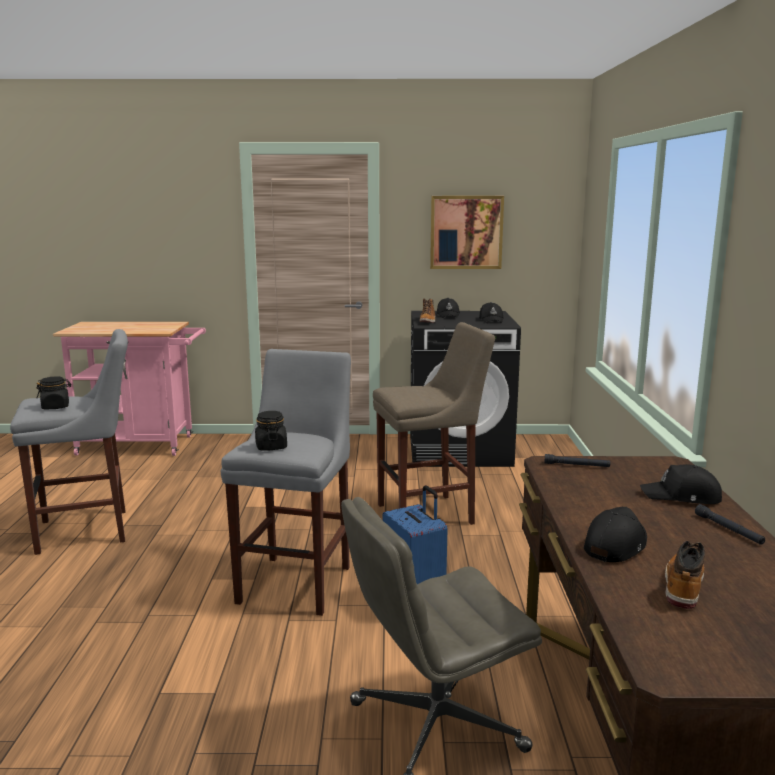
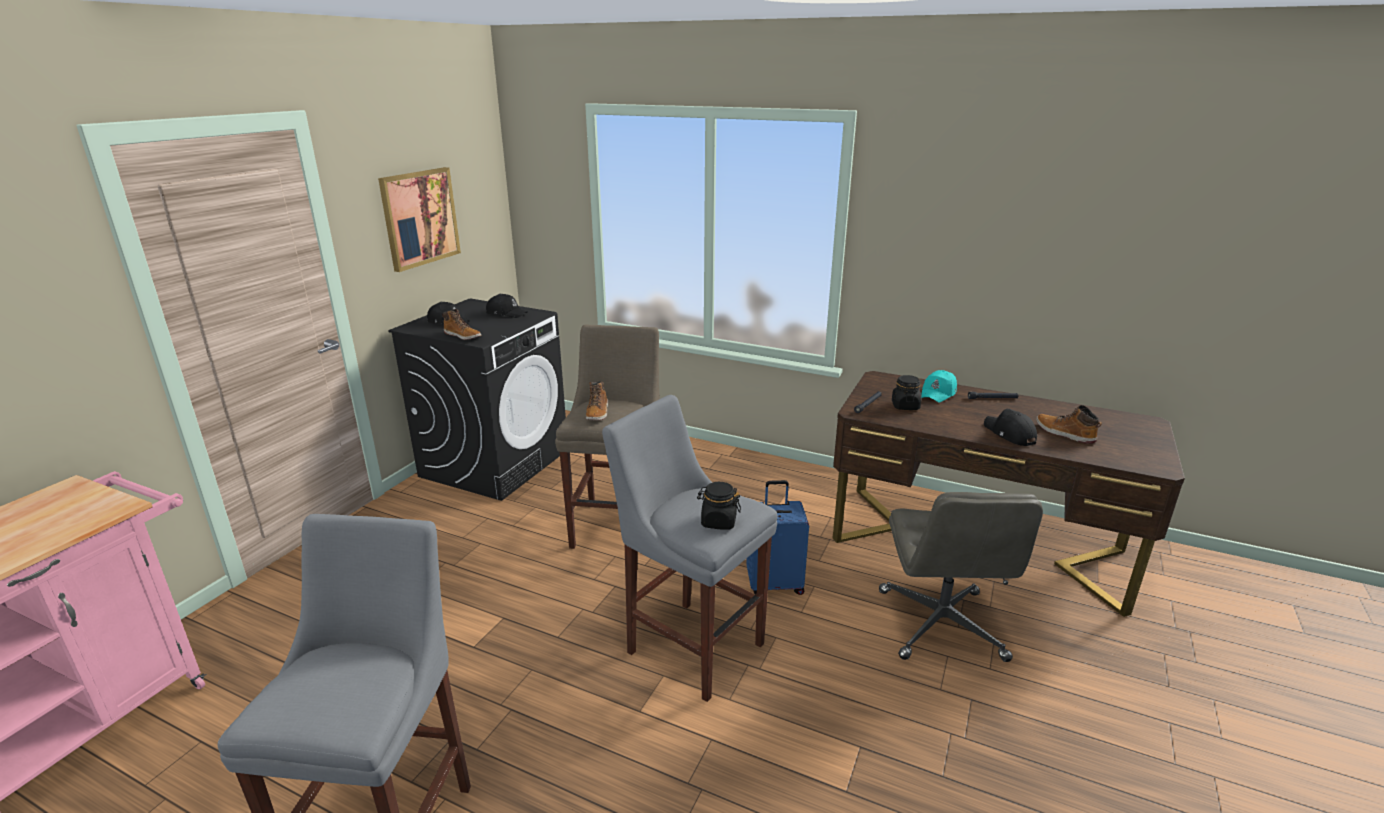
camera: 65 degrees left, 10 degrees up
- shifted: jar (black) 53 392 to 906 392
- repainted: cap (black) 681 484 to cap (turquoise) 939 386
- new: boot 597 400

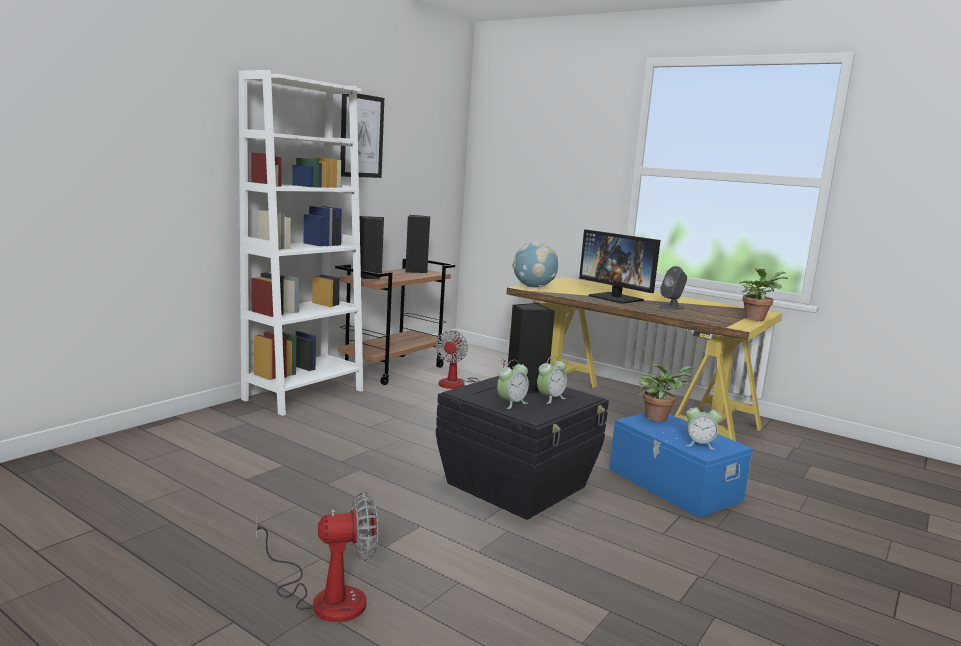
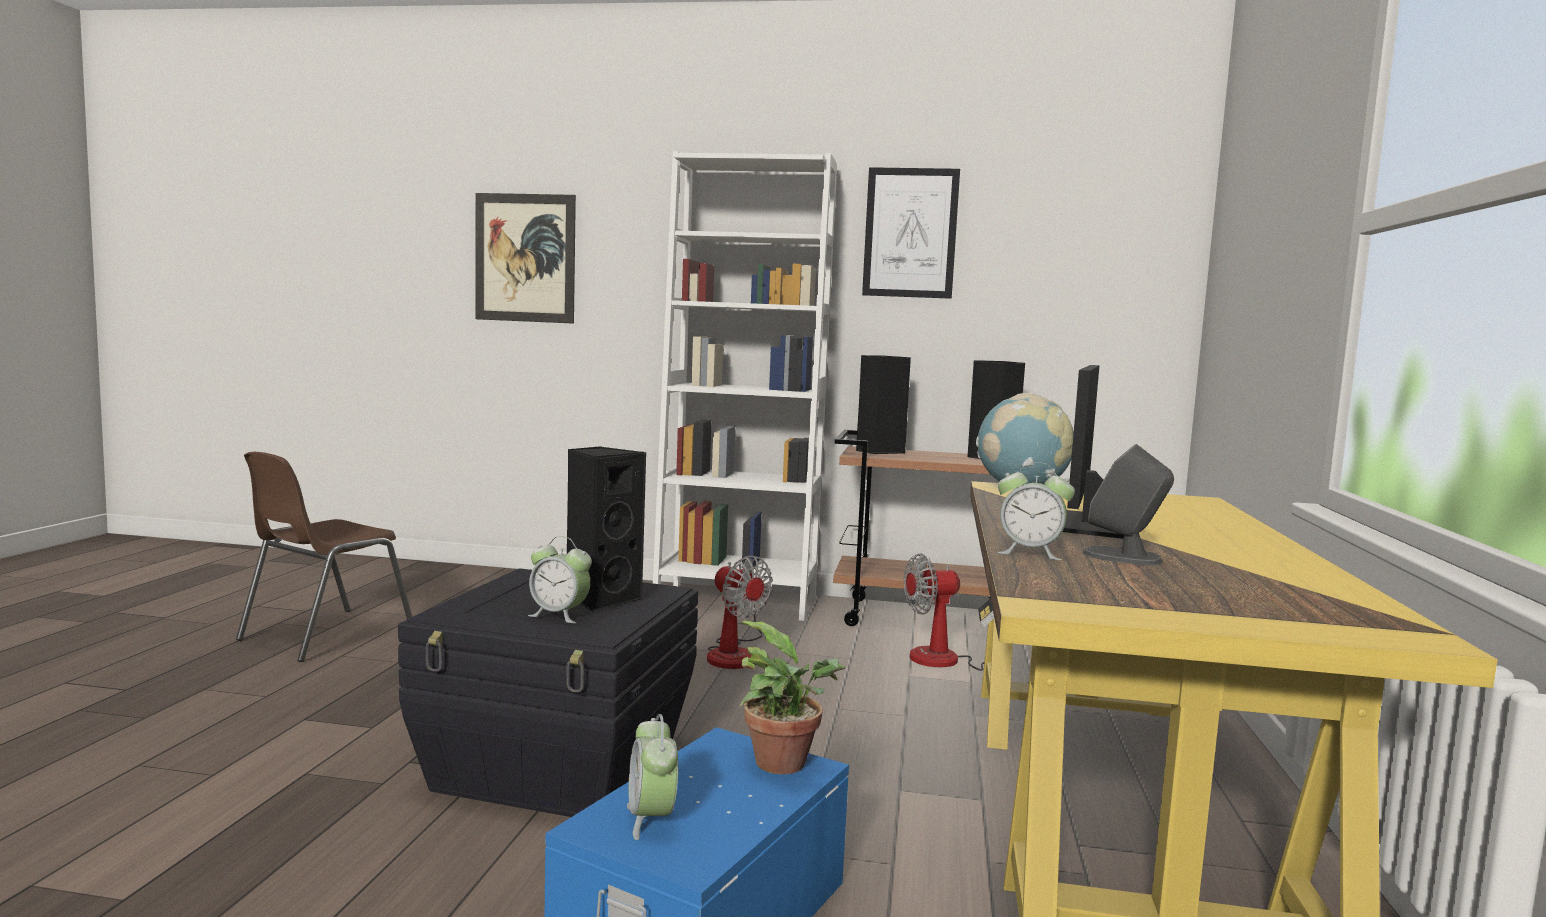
camera: 65 degrees right, 5 degrees down
- gone: potted plant 763 294
- shifted: alarm clock 513 384 to 1036 511
- shifted: fan 317 557 to 740 612
- new: picture 525 258
- new: chair (brown) 324 557

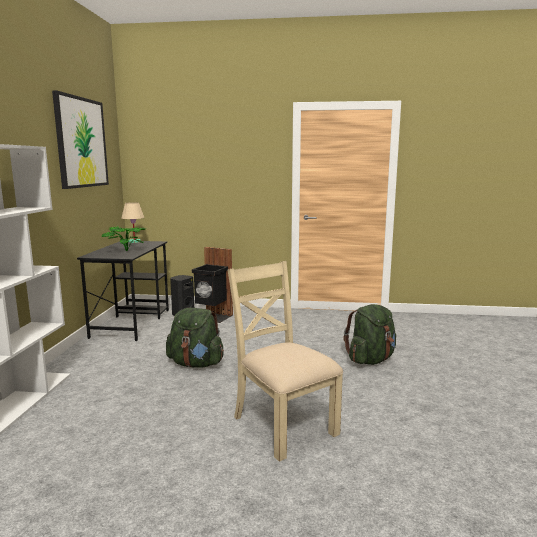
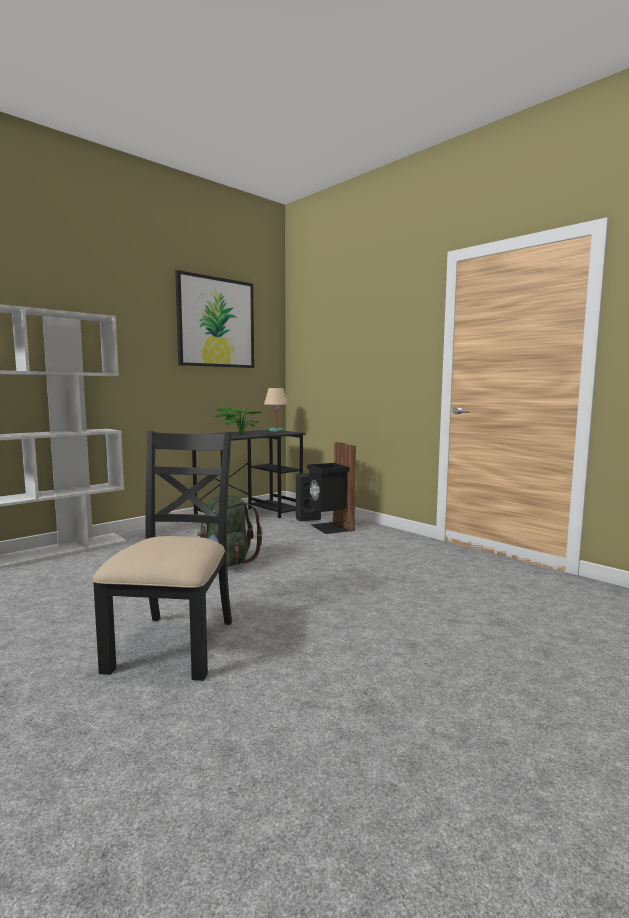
camera: 40 degrees right, 5 degrees down
- repainted: chair (beige) 285 361 to chair (black) 162 556
- gone: backpack (green) 370 334

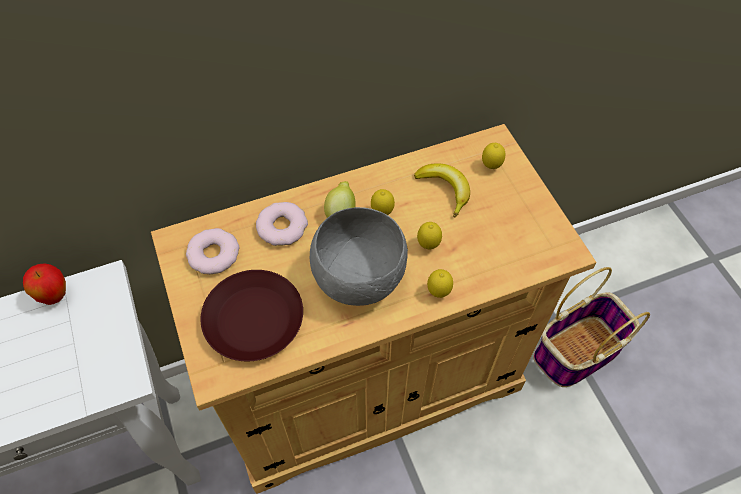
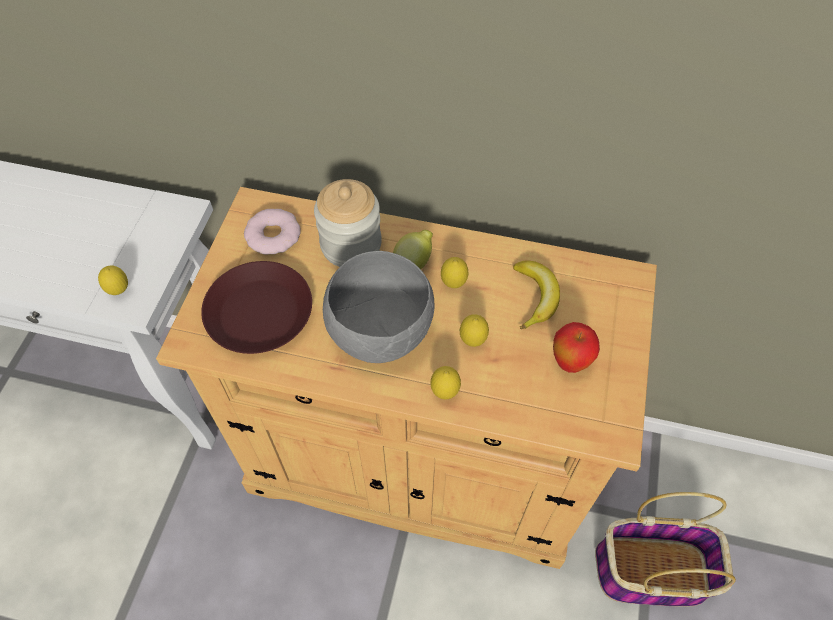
camera: 35 degrees right, 0 degrees up
- shifted: lemon 493 156 to 113 280
- swapped: donut 282 224 to jar 348 223
- shifted: apple 44 284 to 576 347

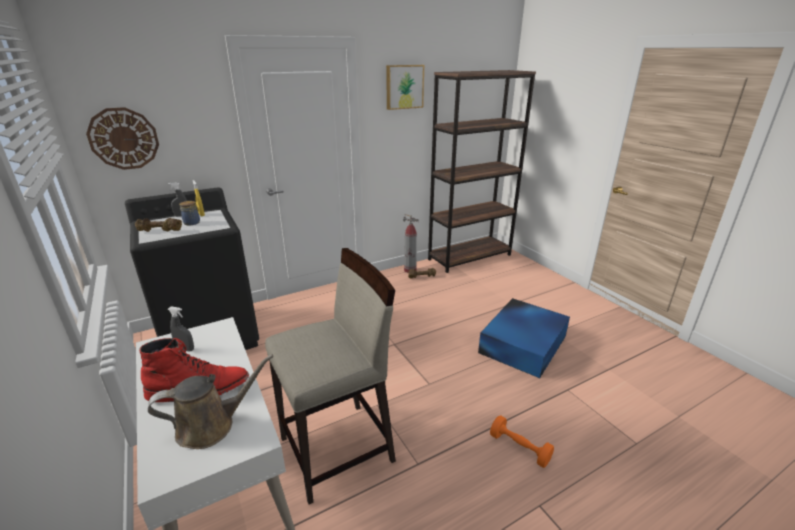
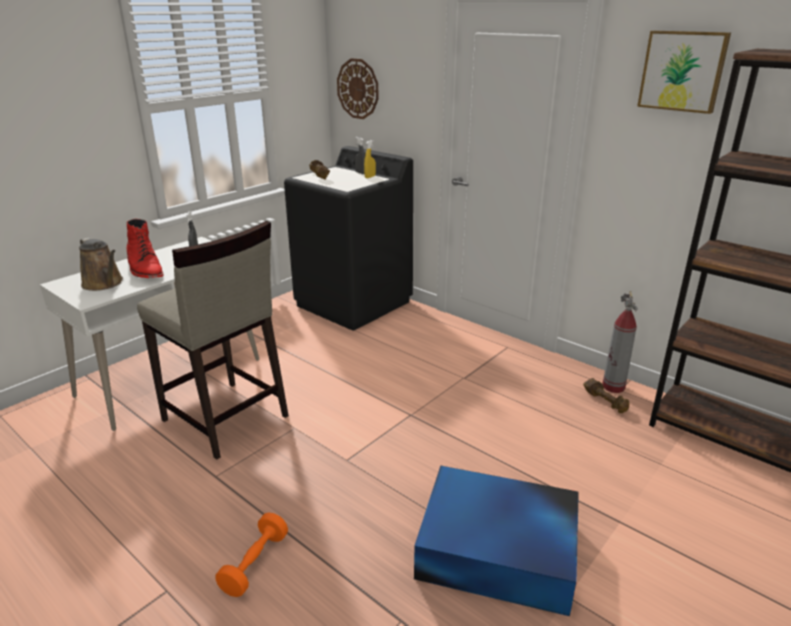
camera: 70 degrees right, 0 degrees up
- gone: jar 189 213

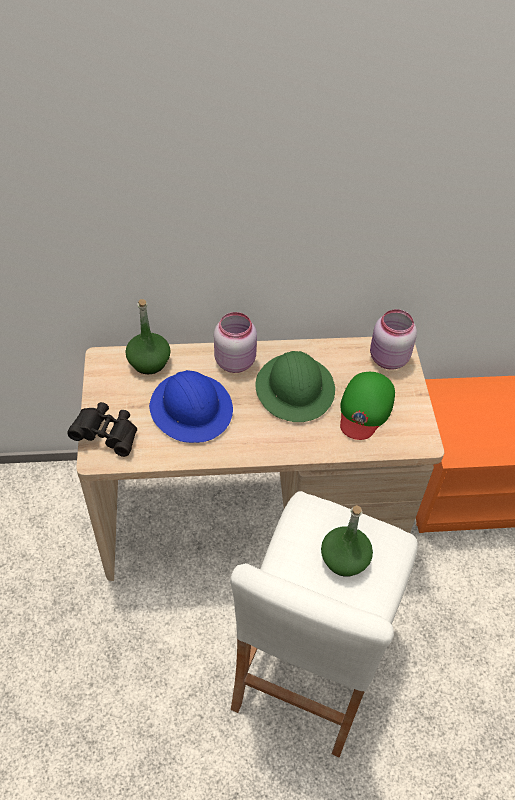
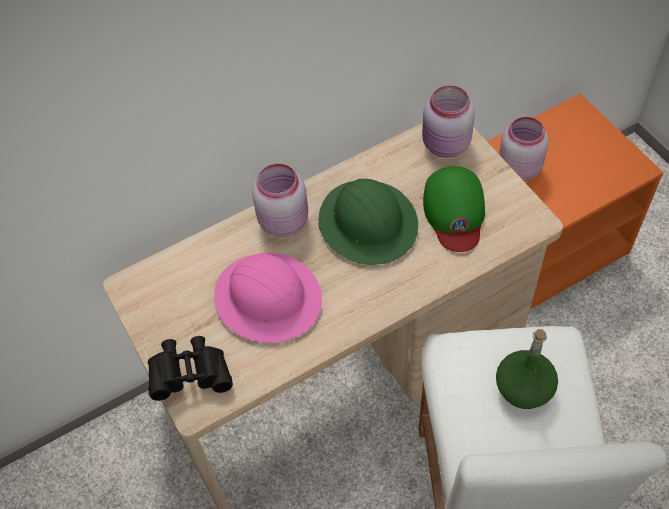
camera: 20 degrees left, 5 degrees up
- gone: bottle (green) 148 336
- repainted: hard hat (blue) 191 406 to hard hat (pink) 268 297
- new: jar (pink) 523 149

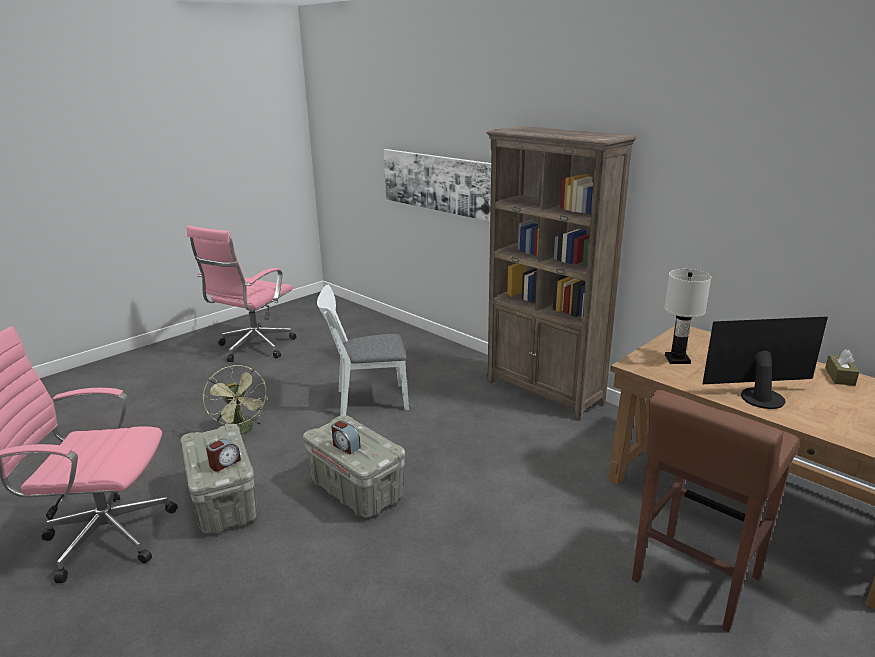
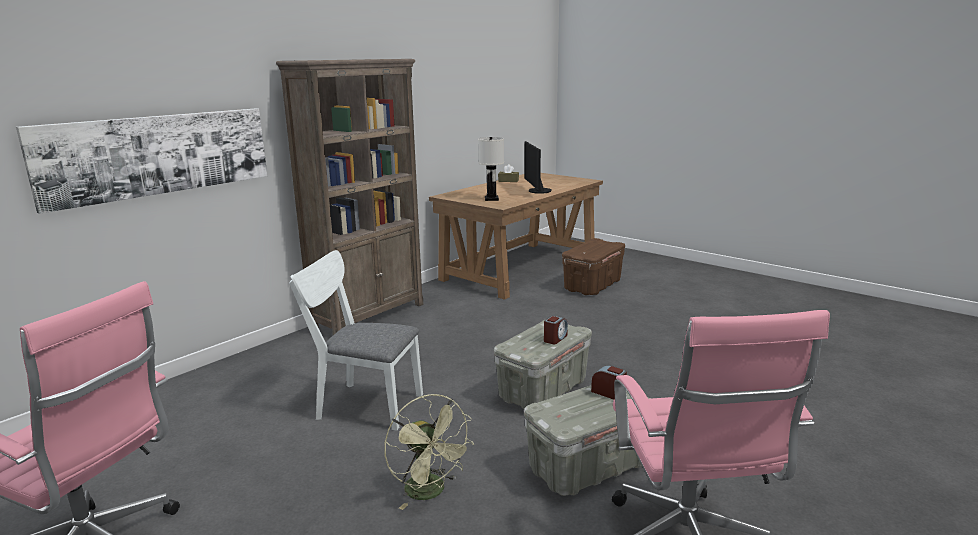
camera: 95 degrees left, 5 degrees down
- rotated: chair (white) 363 350 = 356 340 120 degrees clockwise
- rotated: fan (green) 235 399 = 429 452 90 degrees clockwise
- swapped: stool (brown) 715 511 to storage box (brown) 593 266

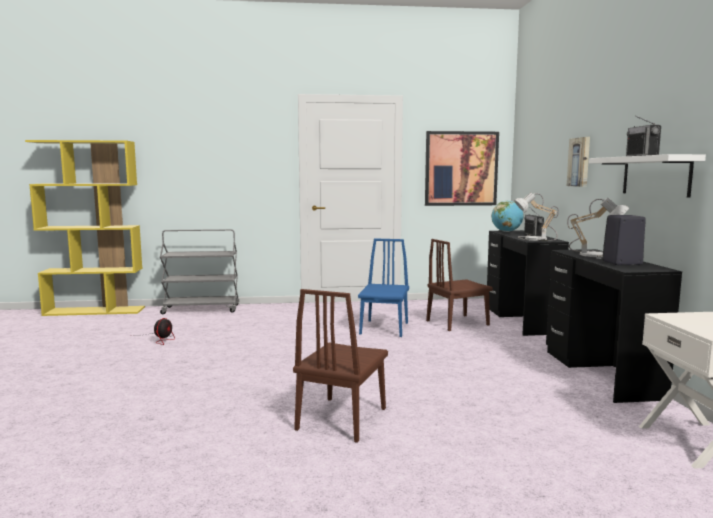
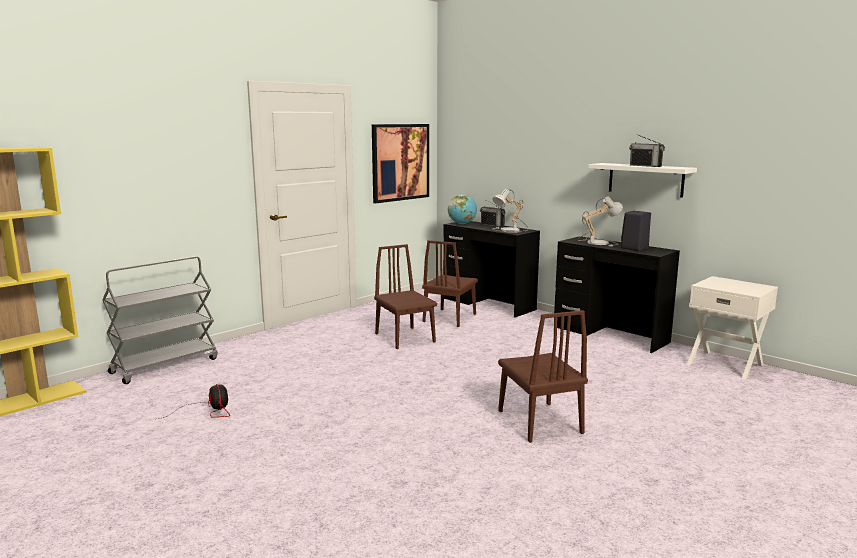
camera: 40 degrees left, 5 degrees up
- gone: picture 578 162
- repainted: chair (blue) 383 287 to chair (brown) 405 296

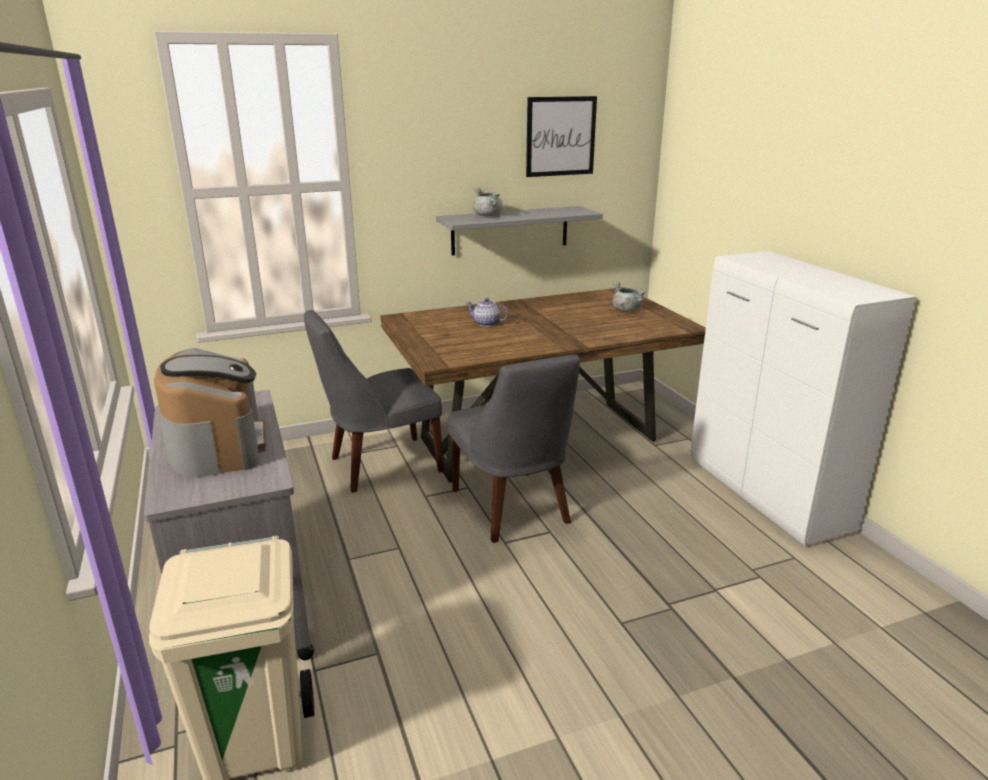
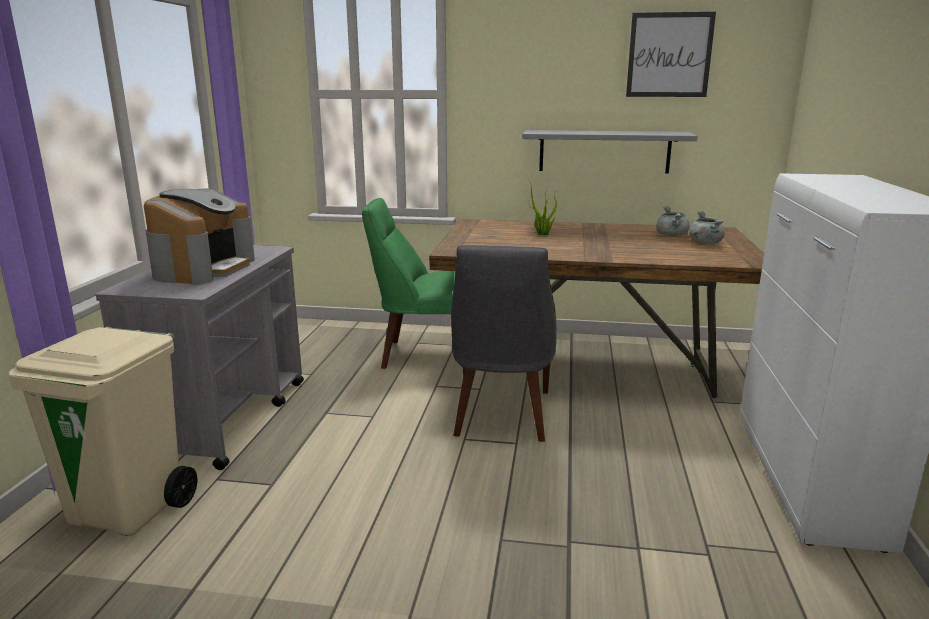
camera: 30 degrees right, 5 degrees down
- shifted: cooking pot (grey) 488 201 to 673 221
- swapped: teapot 487 312 to potted plant 542 206
- repainted: chair (grey) 373 401 to chair (green) 408 283

